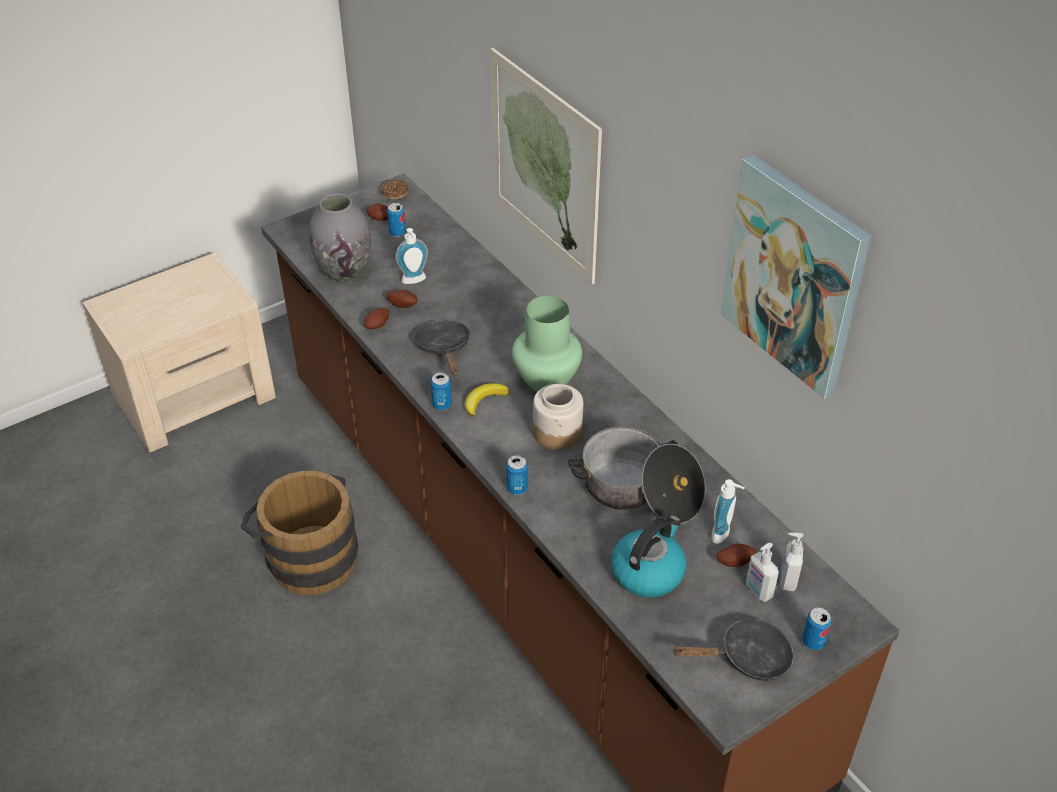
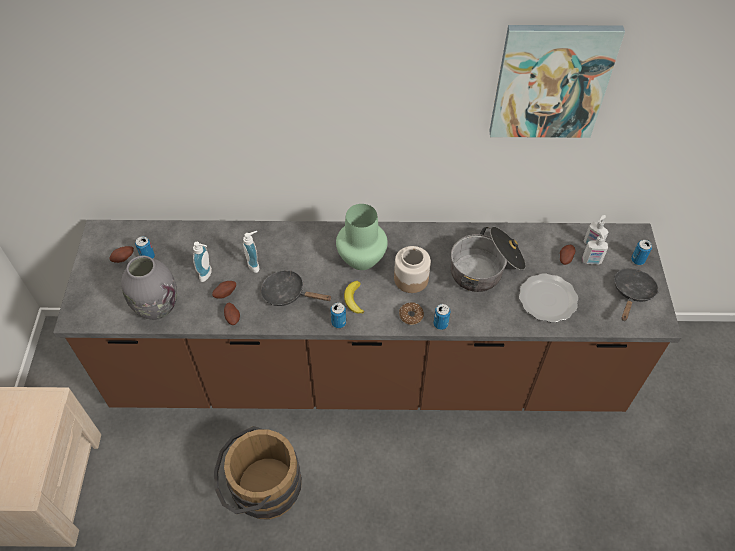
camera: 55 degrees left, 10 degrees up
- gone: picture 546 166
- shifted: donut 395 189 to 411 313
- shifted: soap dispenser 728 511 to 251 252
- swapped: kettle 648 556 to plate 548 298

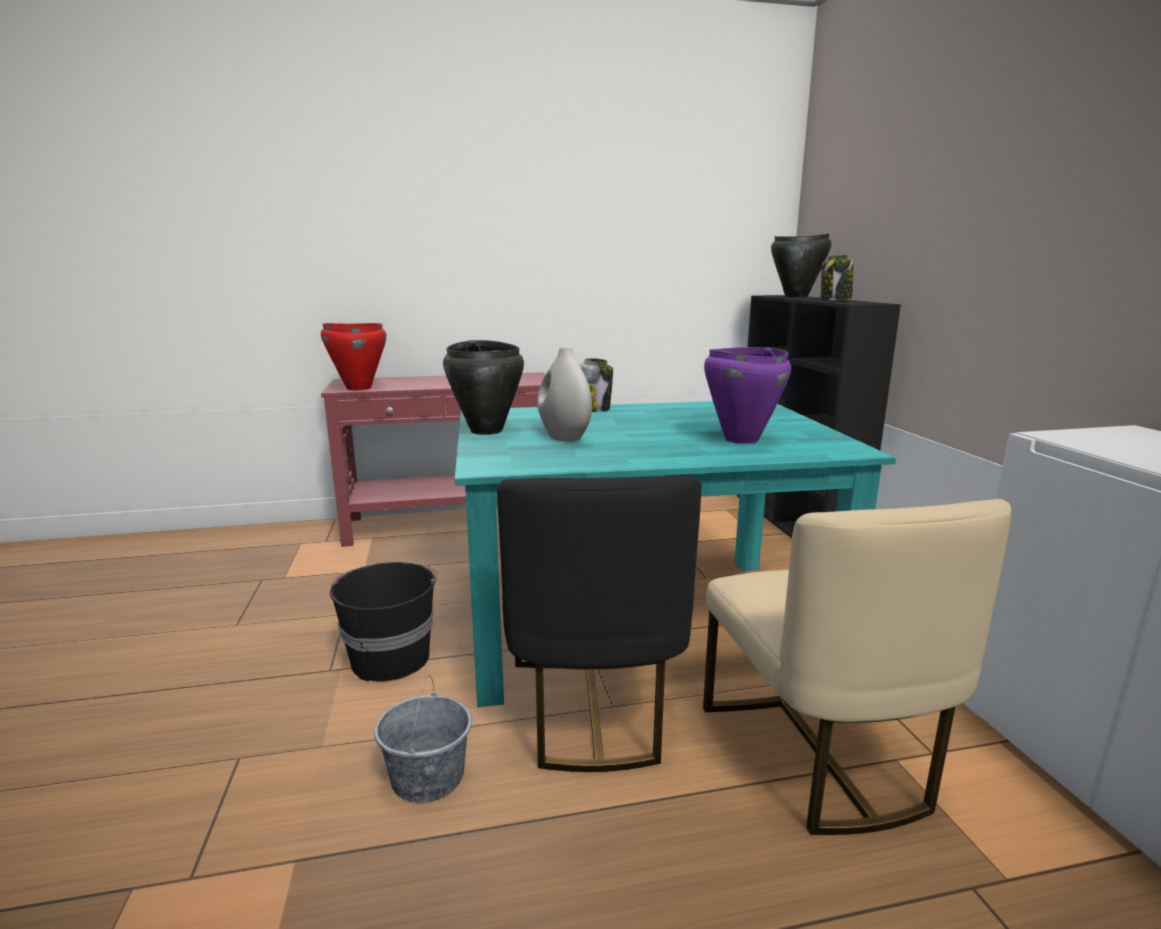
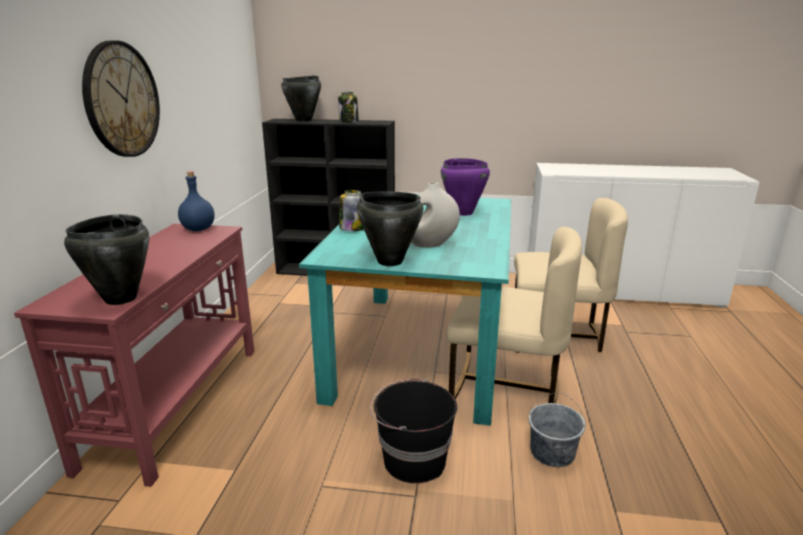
camera: 70 degrees left, 5 degrees up
- repainted: cooking pot (red) 353 356 to cooking pot (black) 106 259
- repainted: chair (black) 599 624 to chair (beige) 514 315
- new: wall clock 121 98
- new: bottle (blue) 196 201

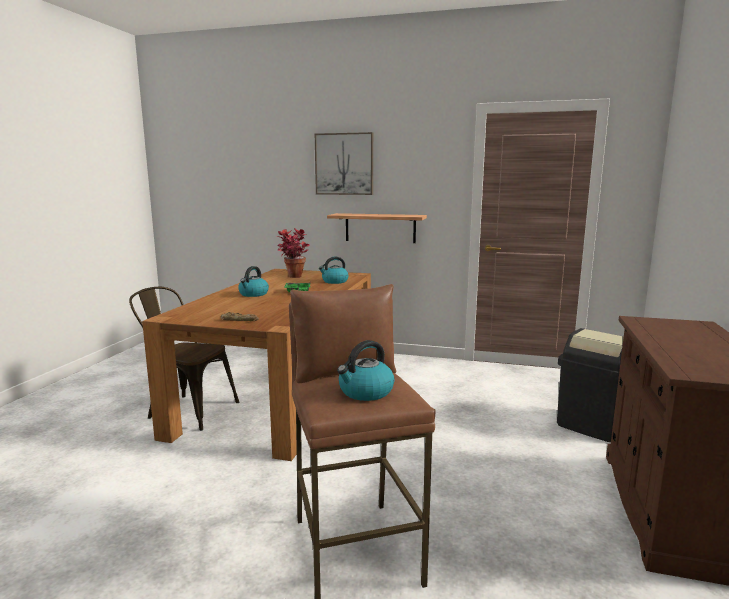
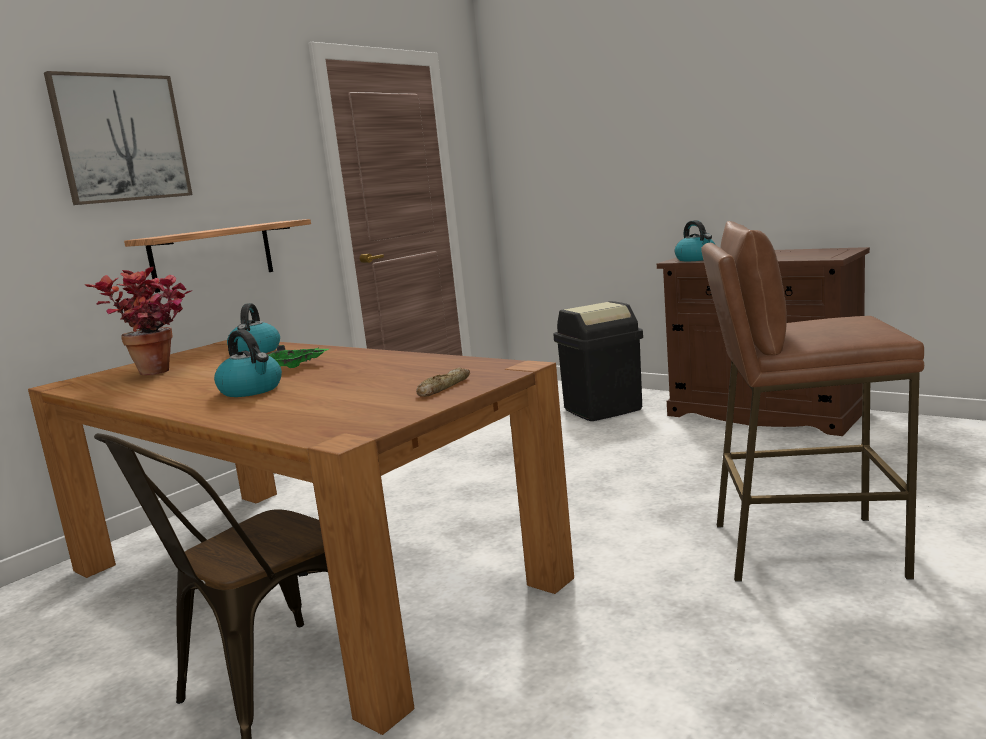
camera: 65 degrees left, 0 degrees up
- shifted: kettle 366 370 to 695 240

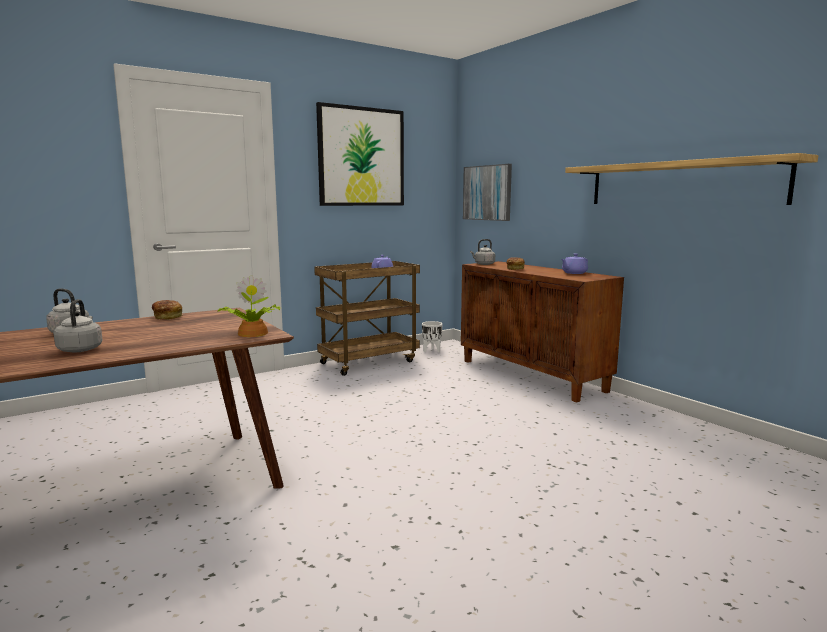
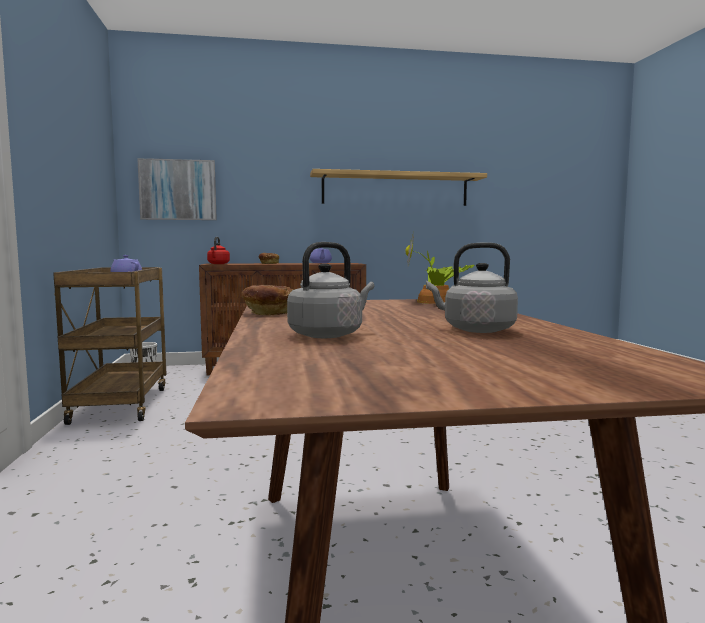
camera: 65 degrees left, 5 degrees down
- gone: picture 360 154
- repainted: kettle (grey) 482 252 to kettle (red) 218 250

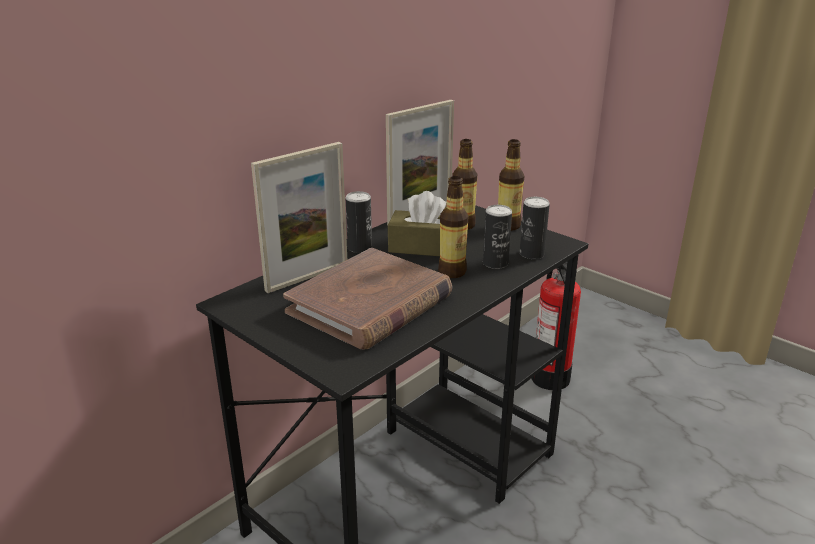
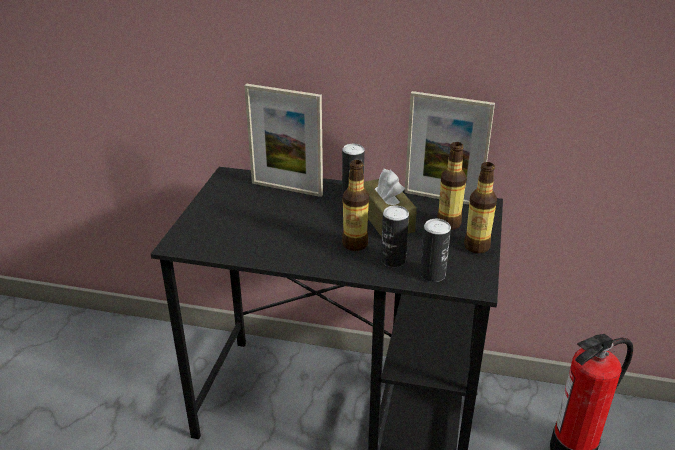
camera: 60 degrees right, 5 degrees up
- gone: book (brown) 367 299

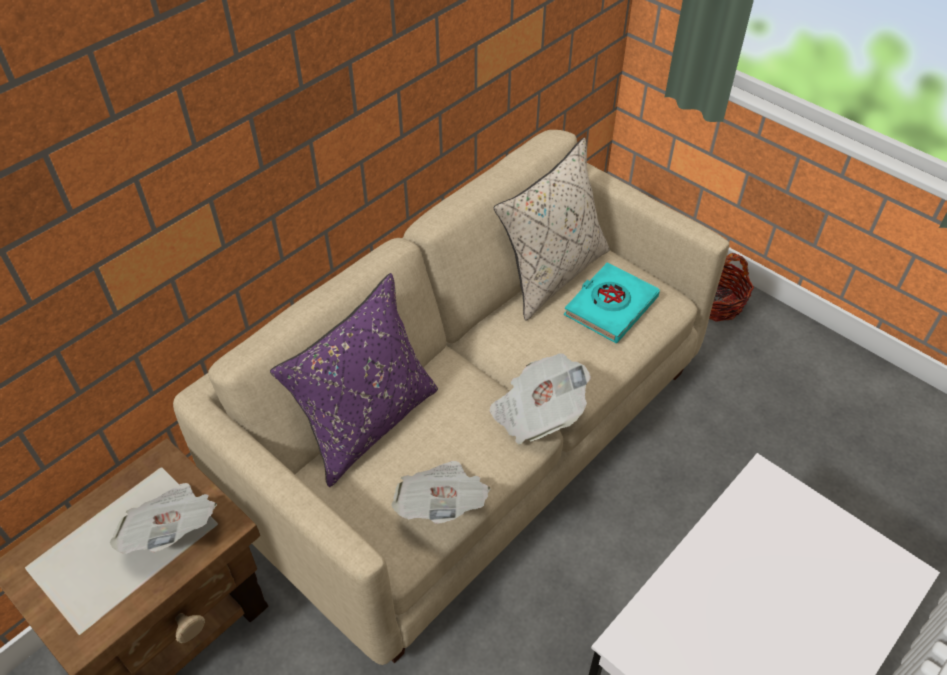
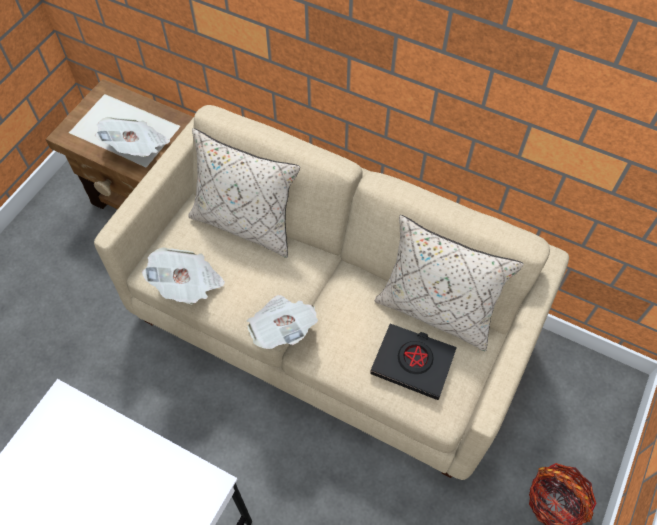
camera: 75 degrees right, 10 degrees up
- repainted: book (turquoise) 612 303 to book (black) 413 362
- repainted: pillow (purple) 354 380 to pillow (beige) 244 193

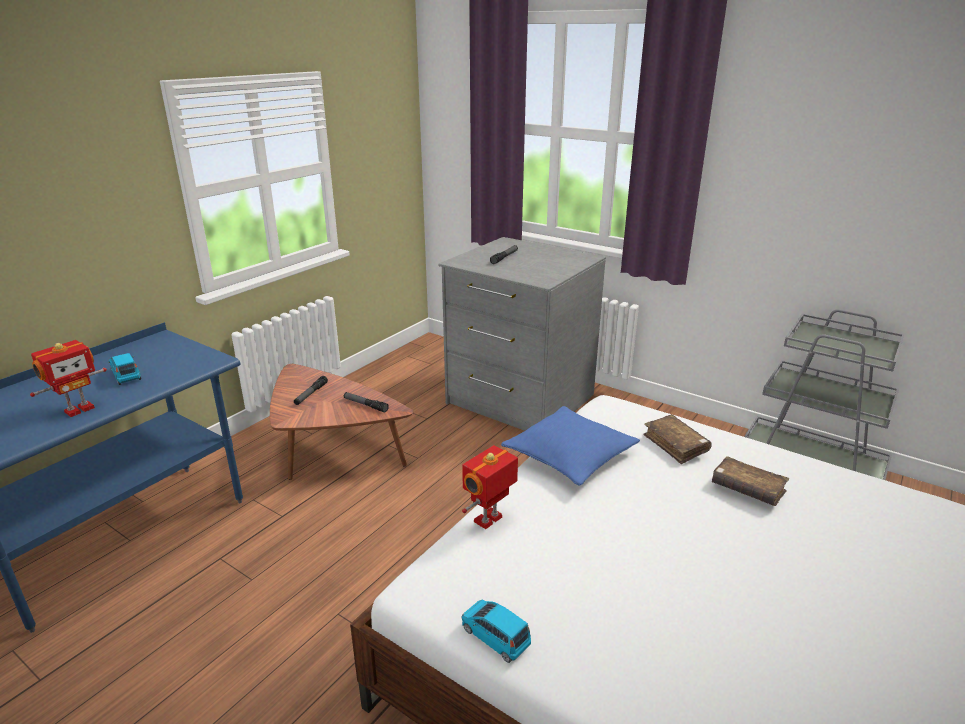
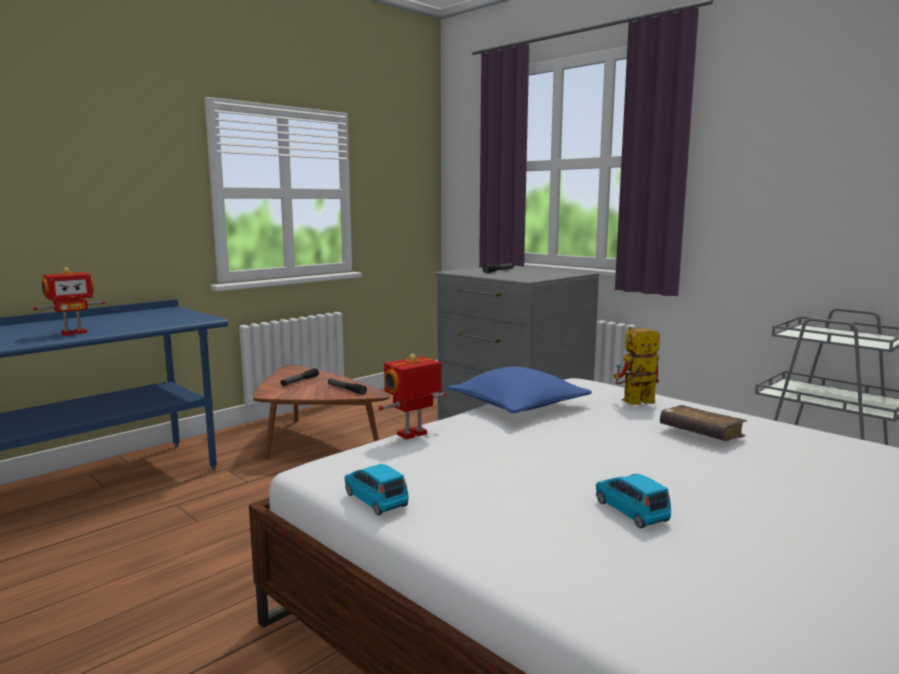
camera: 10 degrees right, 15 degrees down
- shifted: toy car (blue) 124 369 to 633 501
- swapped: book (brown) 677 439 to toy robot 637 365

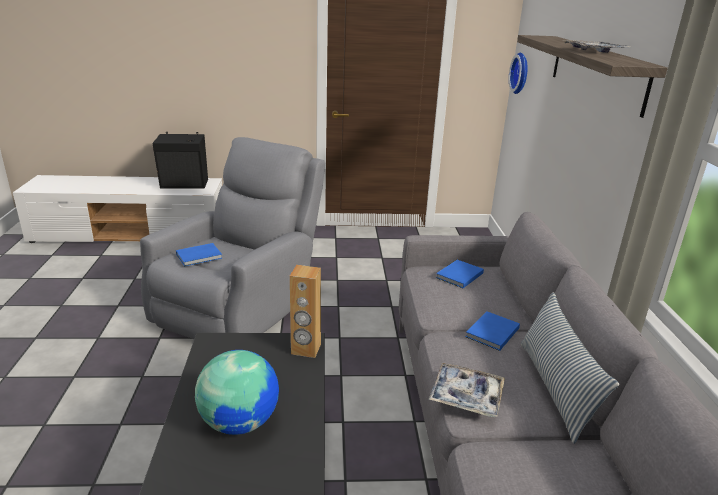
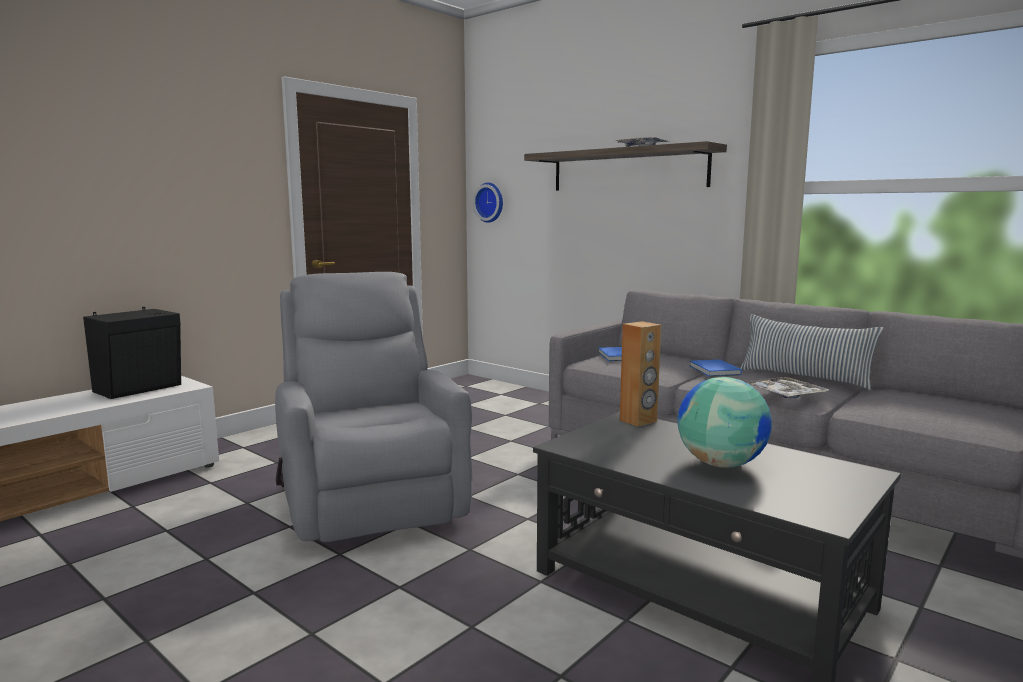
camera: 45 degrees left, 15 degrees down
- gone: book (blue) 199 254

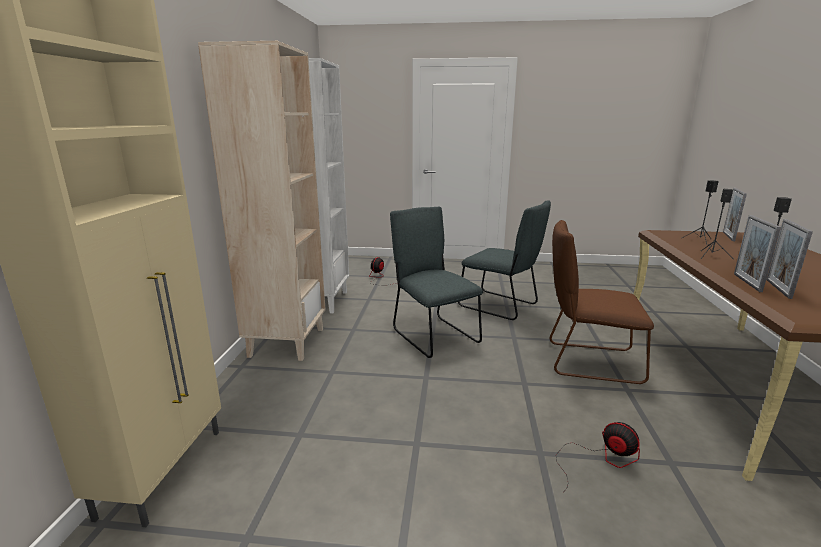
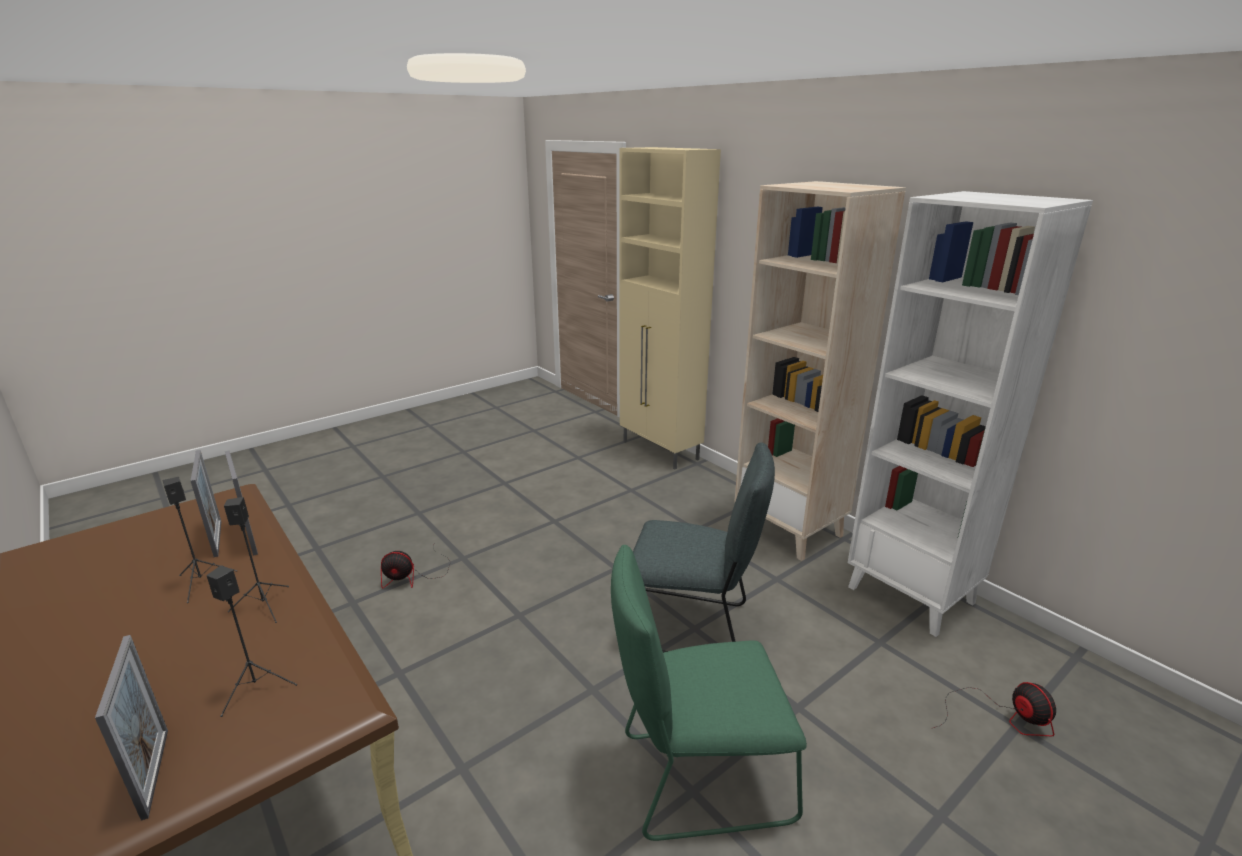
camera: 135 degrees right, 5 degrees up
- repainted: chair (grey) 504 260 to chair (green) 709 693
- gone: chair (brown) 602 302

